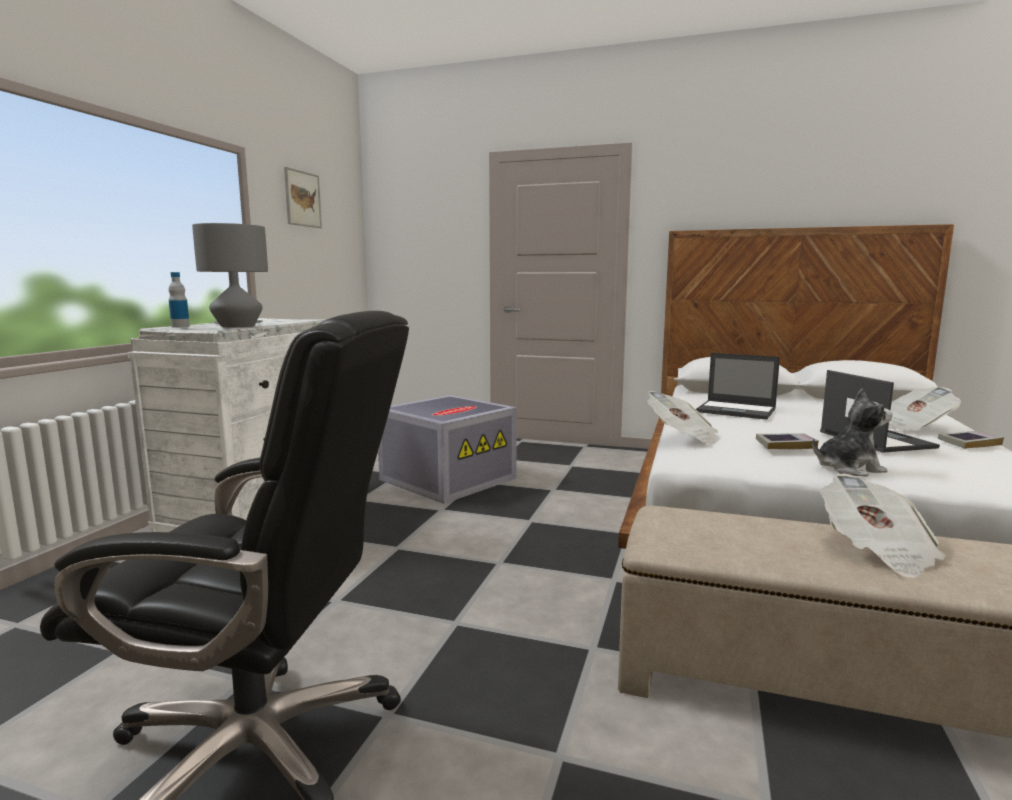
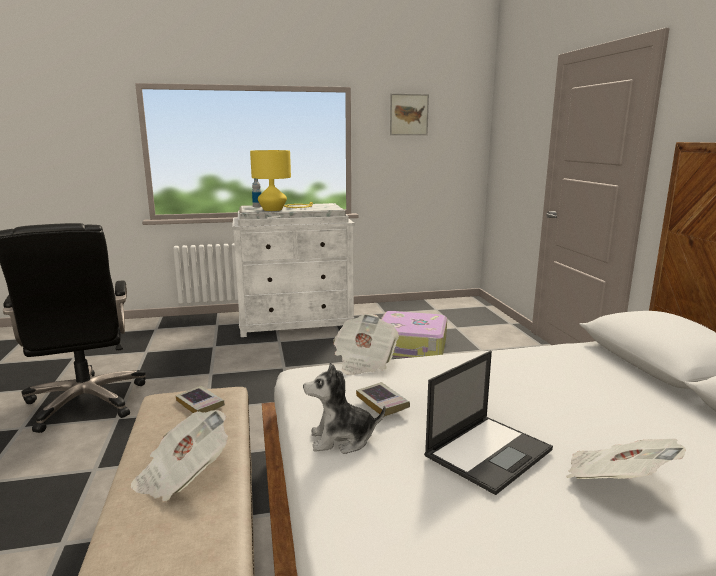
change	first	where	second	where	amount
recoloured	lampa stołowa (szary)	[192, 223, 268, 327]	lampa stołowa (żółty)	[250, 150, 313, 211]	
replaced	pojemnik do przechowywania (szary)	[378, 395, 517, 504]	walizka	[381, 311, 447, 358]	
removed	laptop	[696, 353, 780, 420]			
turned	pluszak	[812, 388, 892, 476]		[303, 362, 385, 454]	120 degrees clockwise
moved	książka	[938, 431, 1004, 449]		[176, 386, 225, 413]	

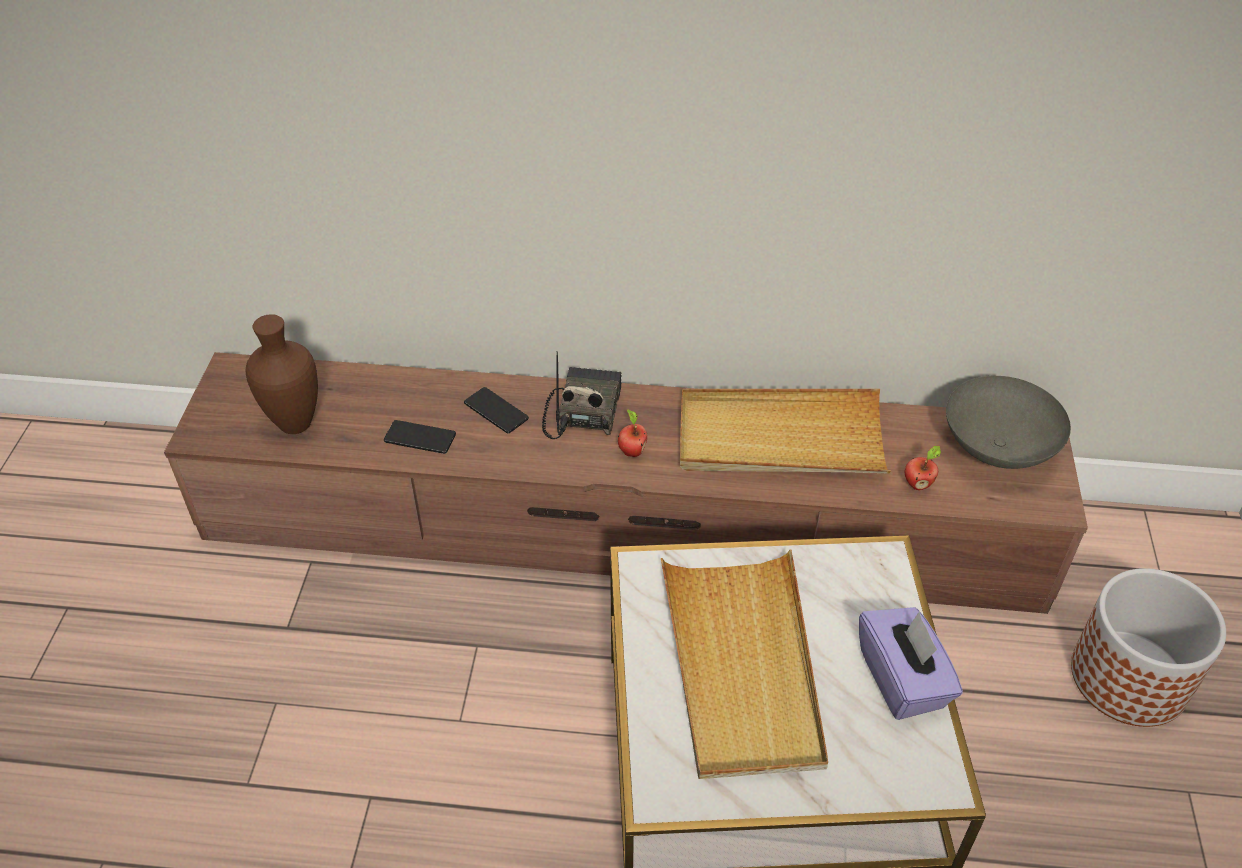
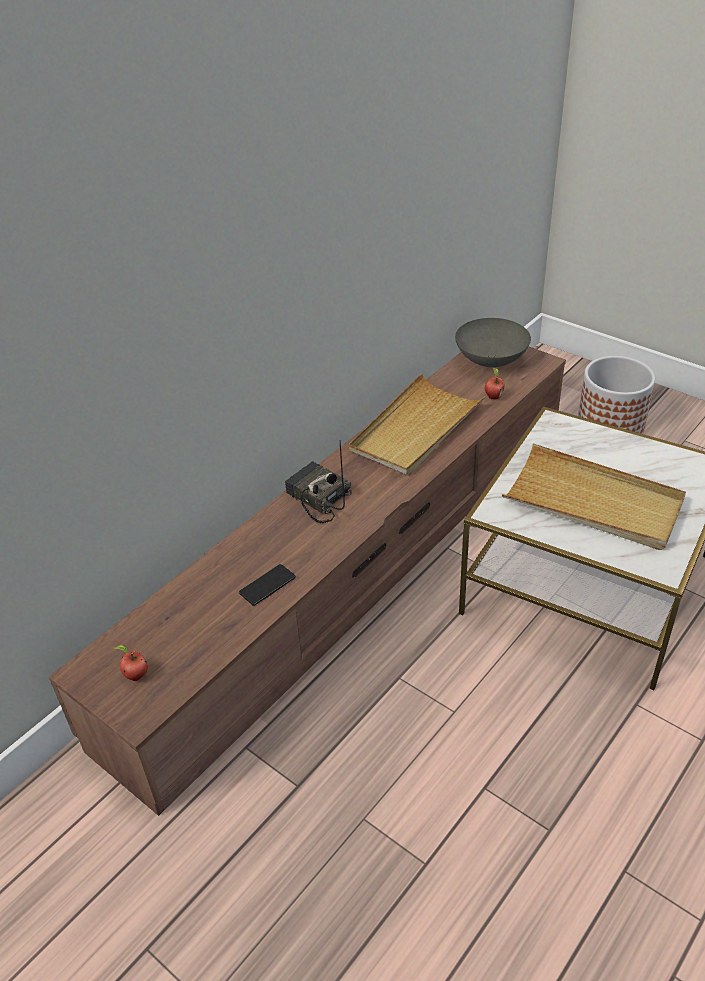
change	first	where	second	where	amount
removed	wazon (brązowy)	[246, 314, 318, 434]			
removed	telefon	[464, 387, 529, 433]			
moved	jabłko	[618, 409, 647, 457]		[114, 645, 148, 681]	
removed	pudełko chusteczek (fioletowy)	[859, 607, 963, 720]			

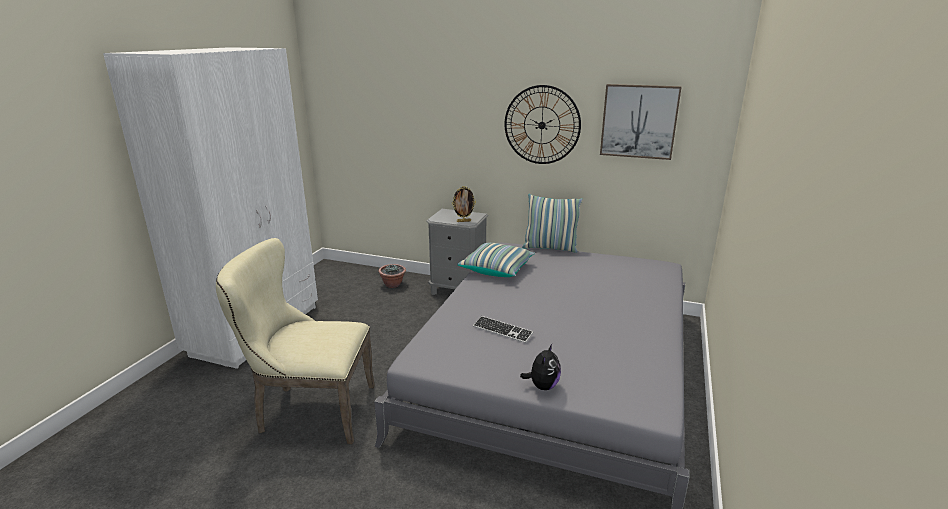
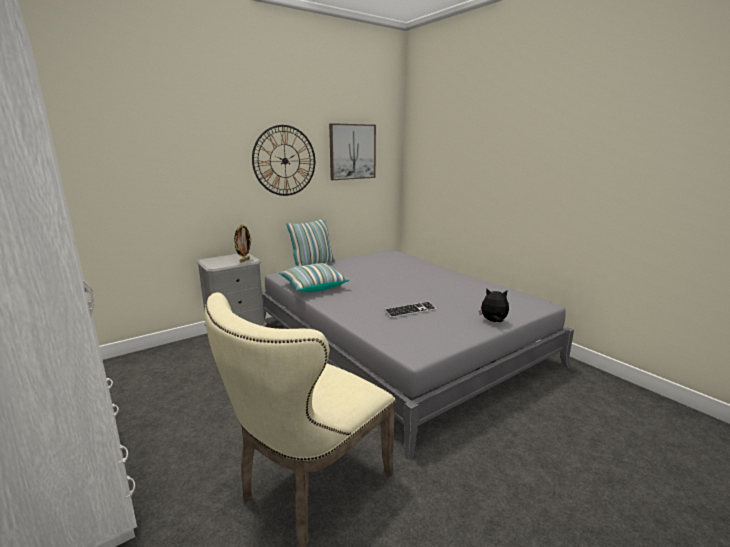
change	first	where	second	where	amount
removed	roślina doniczkowa	[378, 264, 406, 288]			
turned	pluszak	[520, 344, 561, 390]		[479, 289, 509, 322]	45 degrees counterclockwise

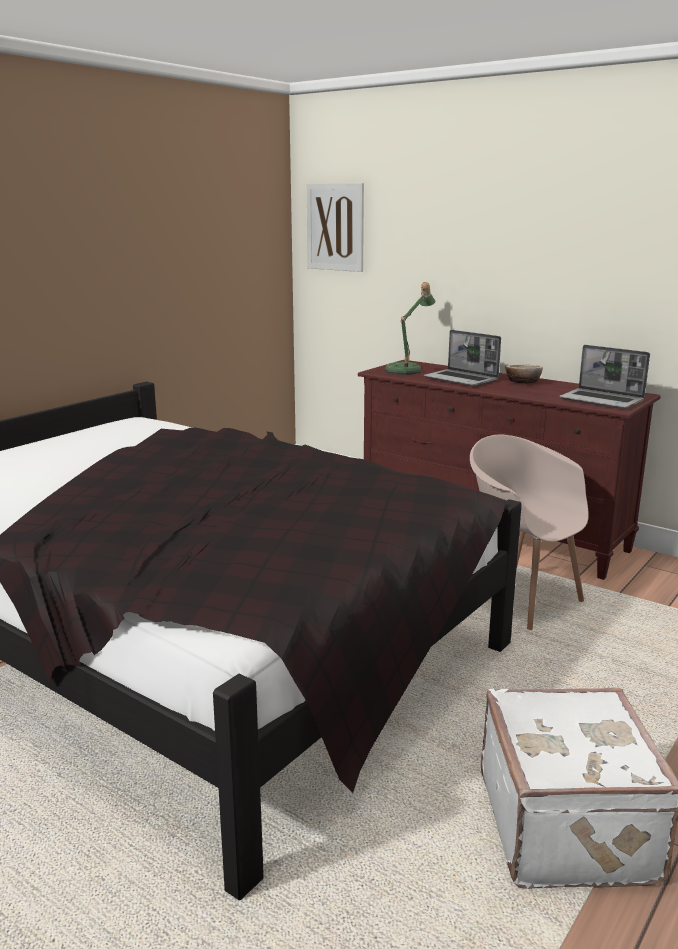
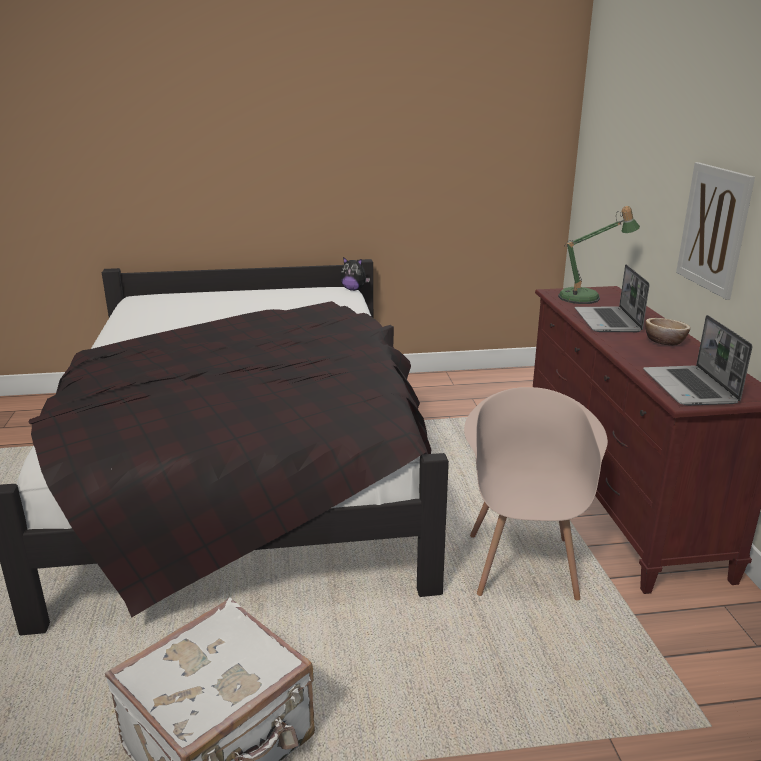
change	first	where	second	where	amount
moved	obraz	[307, 183, 364, 272]		[676, 162, 755, 300]	
added			pluszak	[340, 257, 370, 291]	

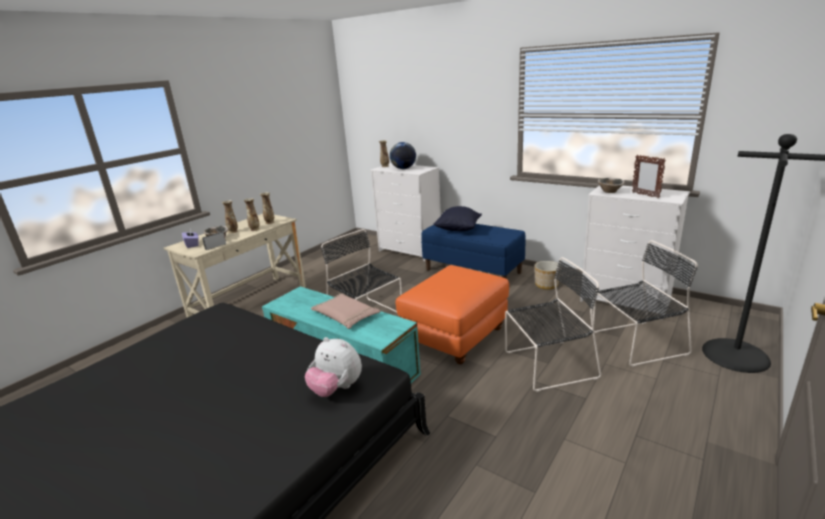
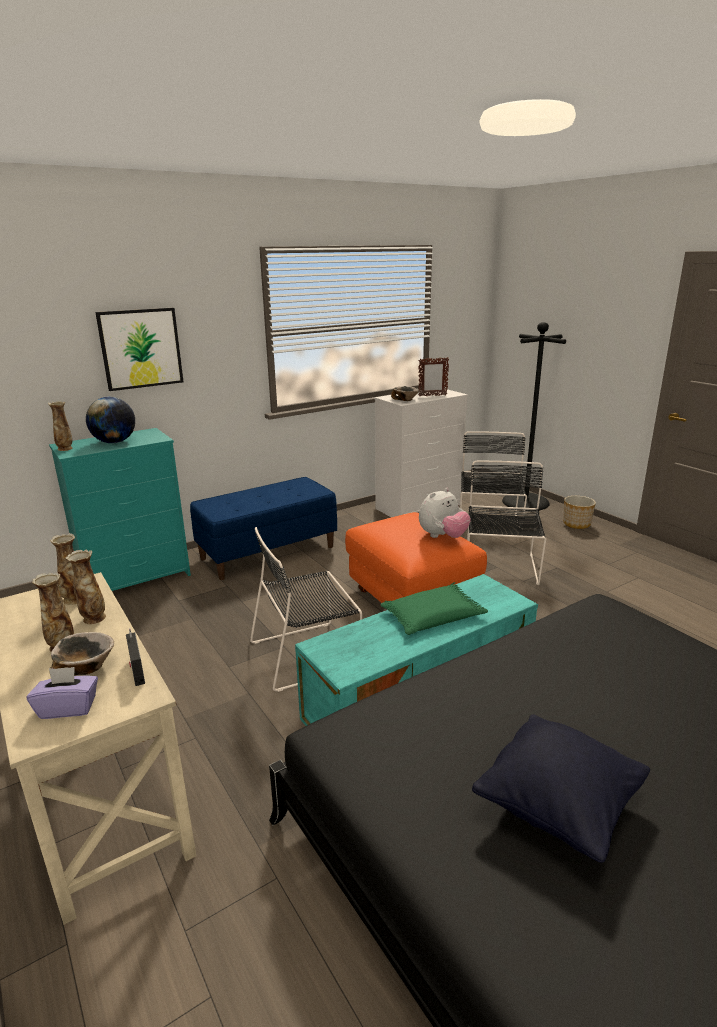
change	first	where	second	where	amount
moved	pluszak	[305, 337, 362, 397]		[419, 488, 471, 538]	
recoloured	poduszka (beżowy)	[311, 293, 381, 329]	poduszka (zielony)	[380, 582, 488, 635]	
recoloured	komoda (biały)	[370, 163, 441, 261]	komoda (turkusowy)	[49, 428, 191, 591]	
moved	poduszka (czarny)	[433, 206, 482, 231]		[472, 714, 650, 863]	
moved	donica	[535, 261, 561, 290]		[563, 496, 596, 529]	
added			obraz	[95, 308, 183, 391]	

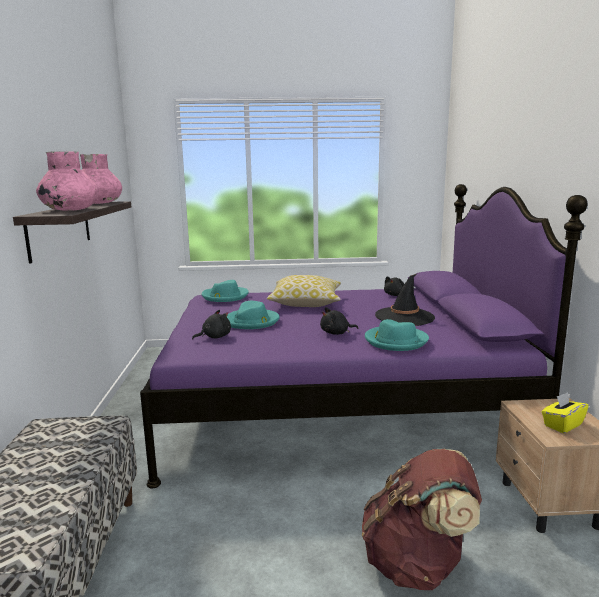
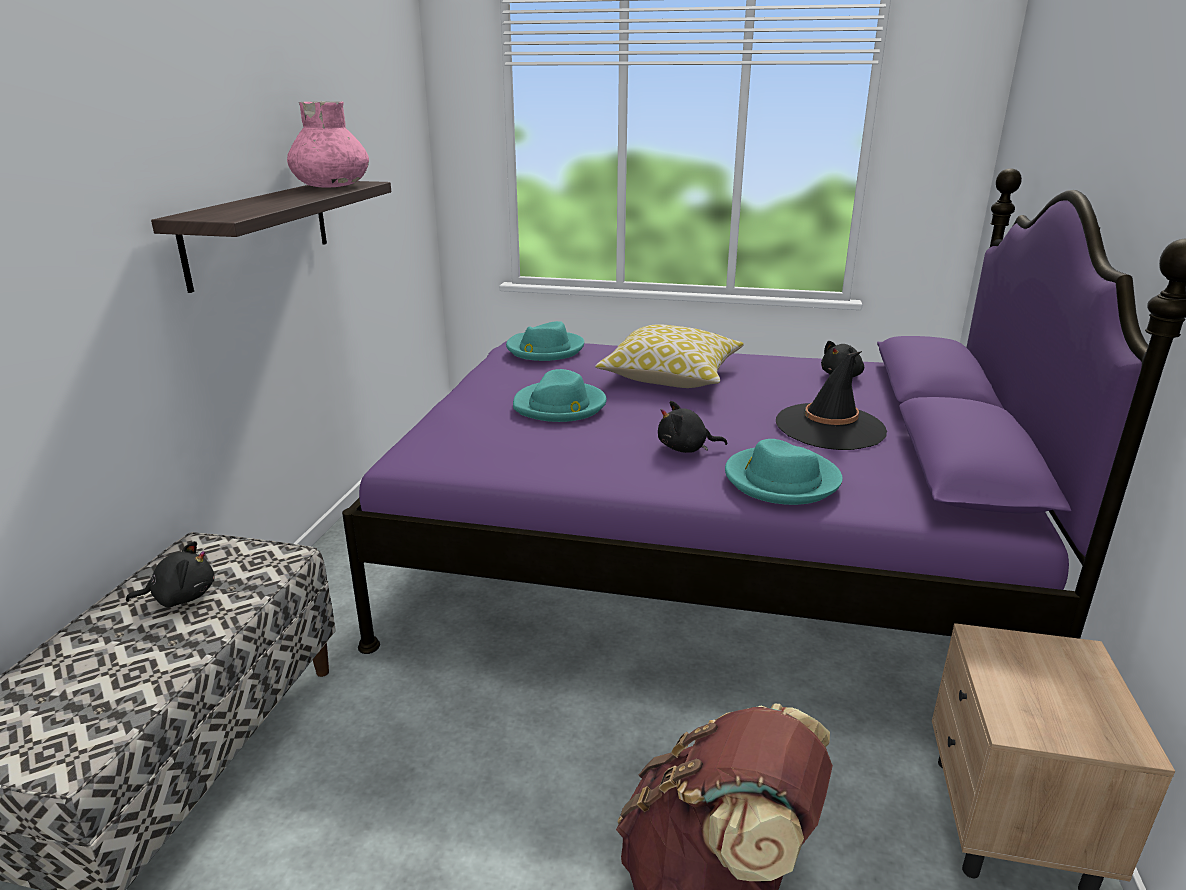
change	first	where	second	where	amount
removed	wazon (różowy)	[36, 151, 98, 211]			
moved	pluszak (czarny)	[192, 310, 231, 340]		[126, 541, 215, 607]	
removed	pudełko chusteczek (żółty)	[542, 392, 589, 433]			

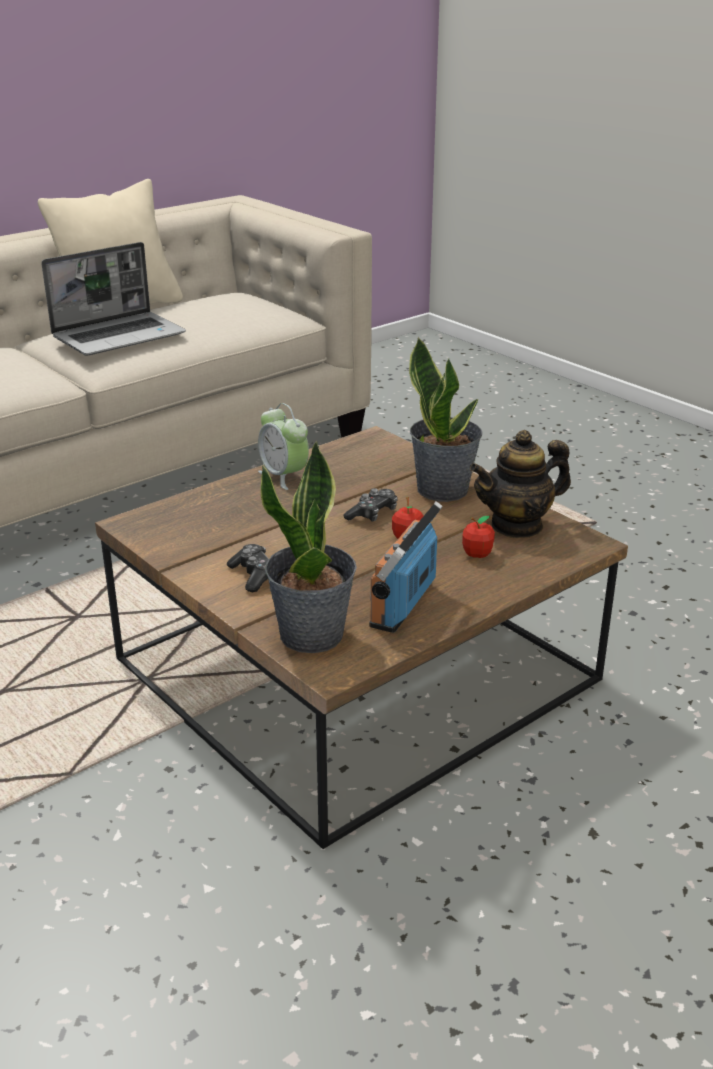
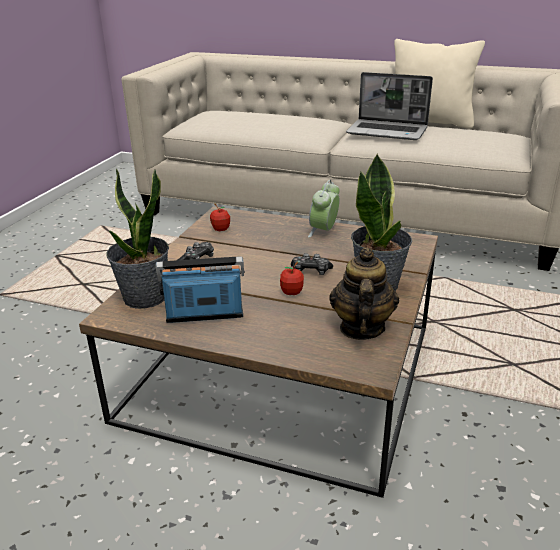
change	first	where	second	where	amount
moved	jabłko	[462, 515, 495, 558]		[210, 203, 230, 231]	
turned	imbryk	[470, 430, 571, 538]		[329, 247, 399, 340]	60 degrees clockwise

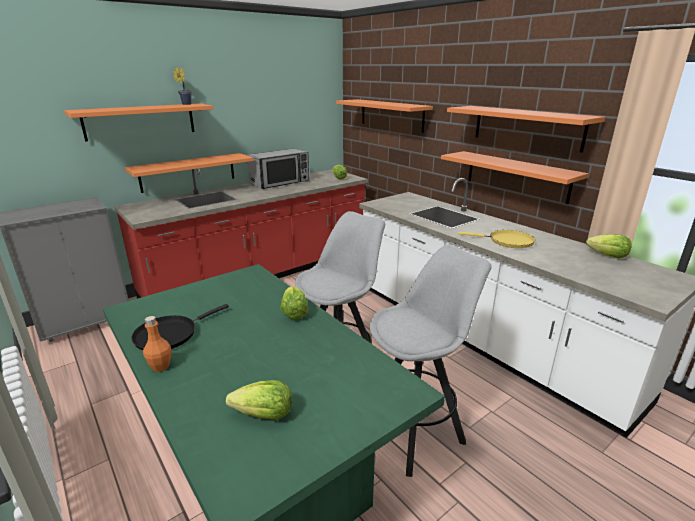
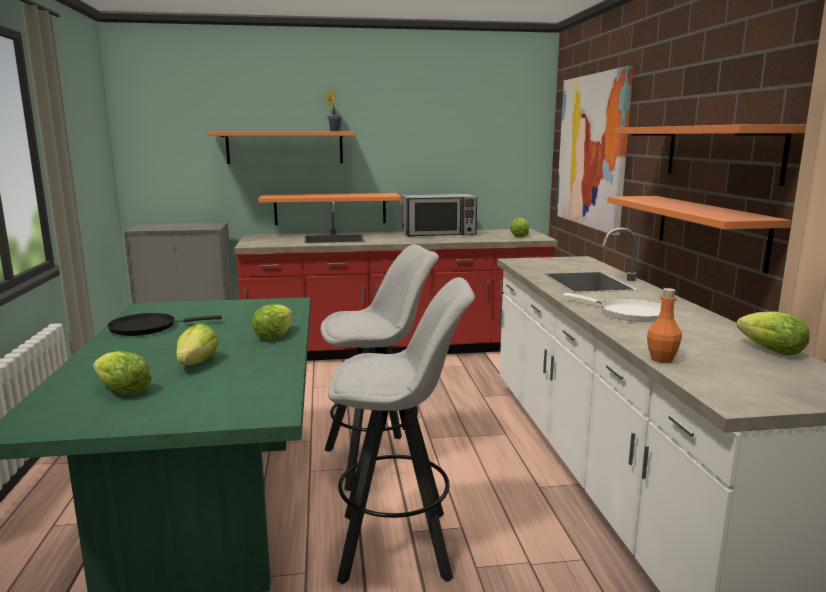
change	first	where	second	where	amount
moved	butelka (pomarańczowy)	[143, 316, 171, 372]		[647, 288, 682, 363]	
replaced	półka (pomarańczowy)	[336, 99, 433, 133]	obraz	[556, 66, 633, 235]	
recoloured	patelnia (żółty)	[458, 230, 535, 248]	patelnia (biały)	[563, 293, 661, 322]	
added			sałata	[176, 323, 219, 365]	

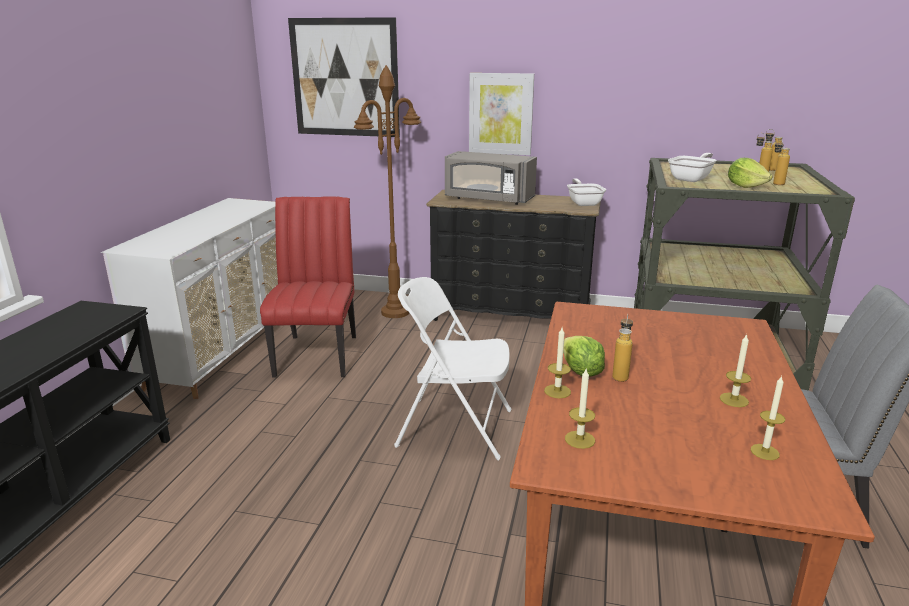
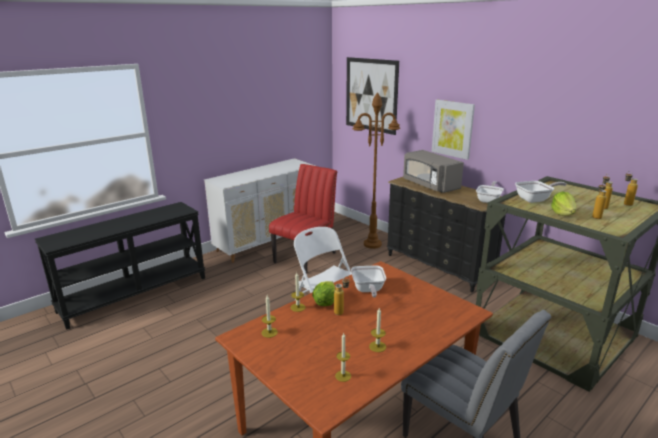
change	first	where	second	where	amount
added			patelnia	[351, 265, 386, 298]	

